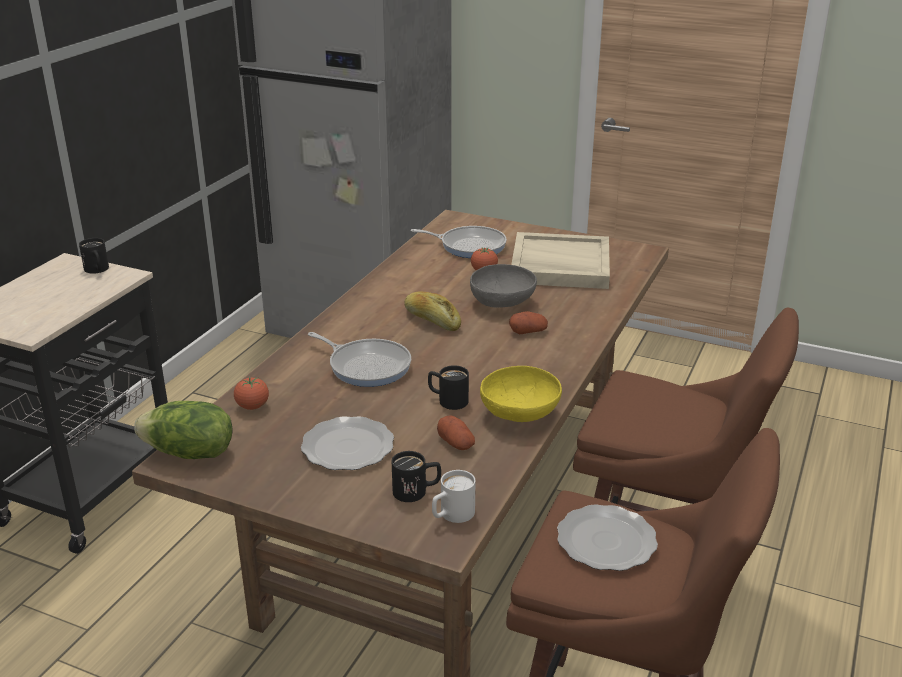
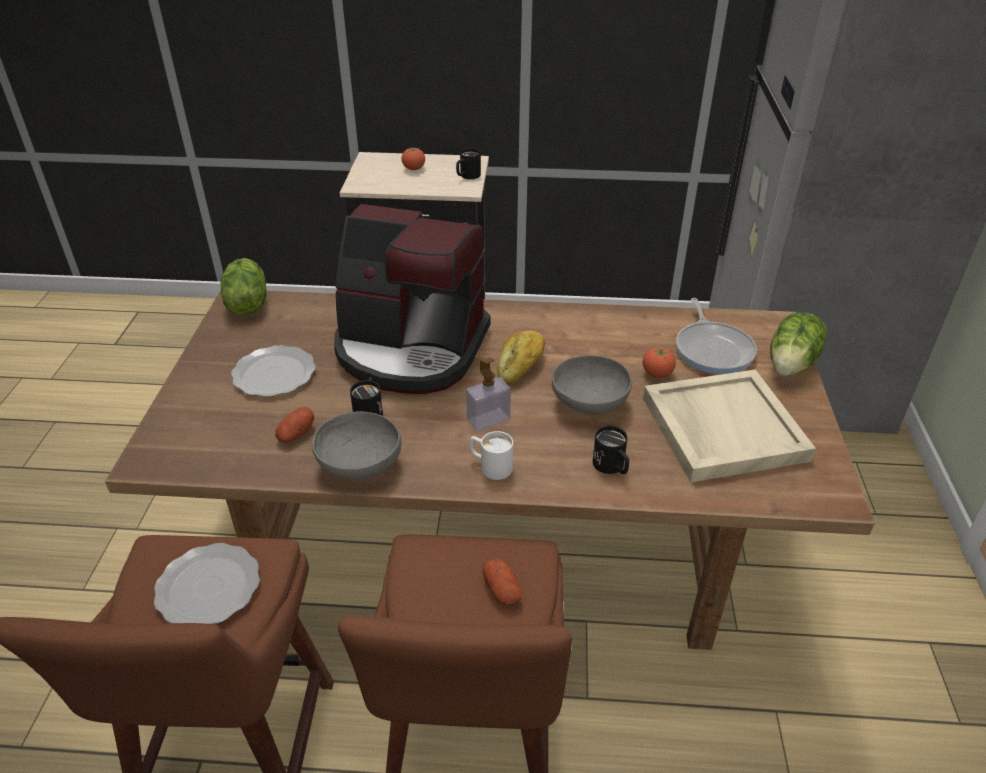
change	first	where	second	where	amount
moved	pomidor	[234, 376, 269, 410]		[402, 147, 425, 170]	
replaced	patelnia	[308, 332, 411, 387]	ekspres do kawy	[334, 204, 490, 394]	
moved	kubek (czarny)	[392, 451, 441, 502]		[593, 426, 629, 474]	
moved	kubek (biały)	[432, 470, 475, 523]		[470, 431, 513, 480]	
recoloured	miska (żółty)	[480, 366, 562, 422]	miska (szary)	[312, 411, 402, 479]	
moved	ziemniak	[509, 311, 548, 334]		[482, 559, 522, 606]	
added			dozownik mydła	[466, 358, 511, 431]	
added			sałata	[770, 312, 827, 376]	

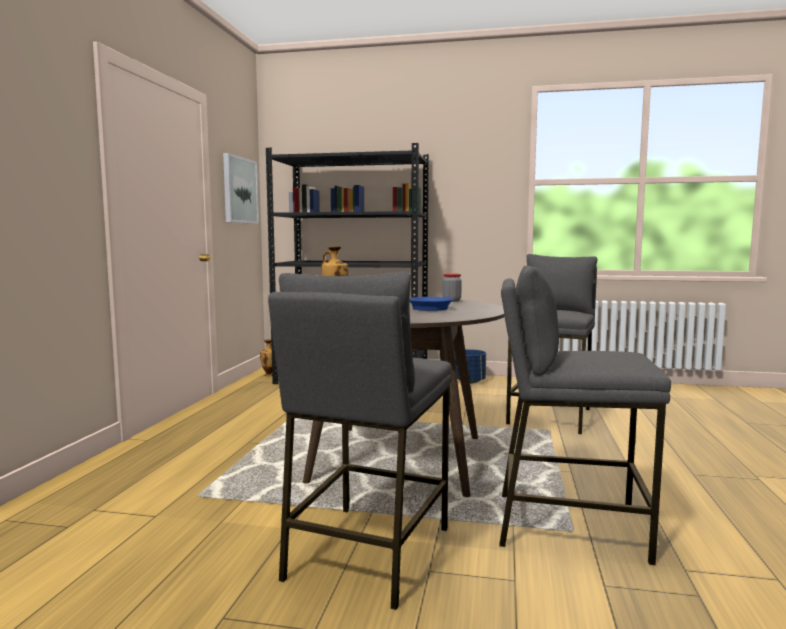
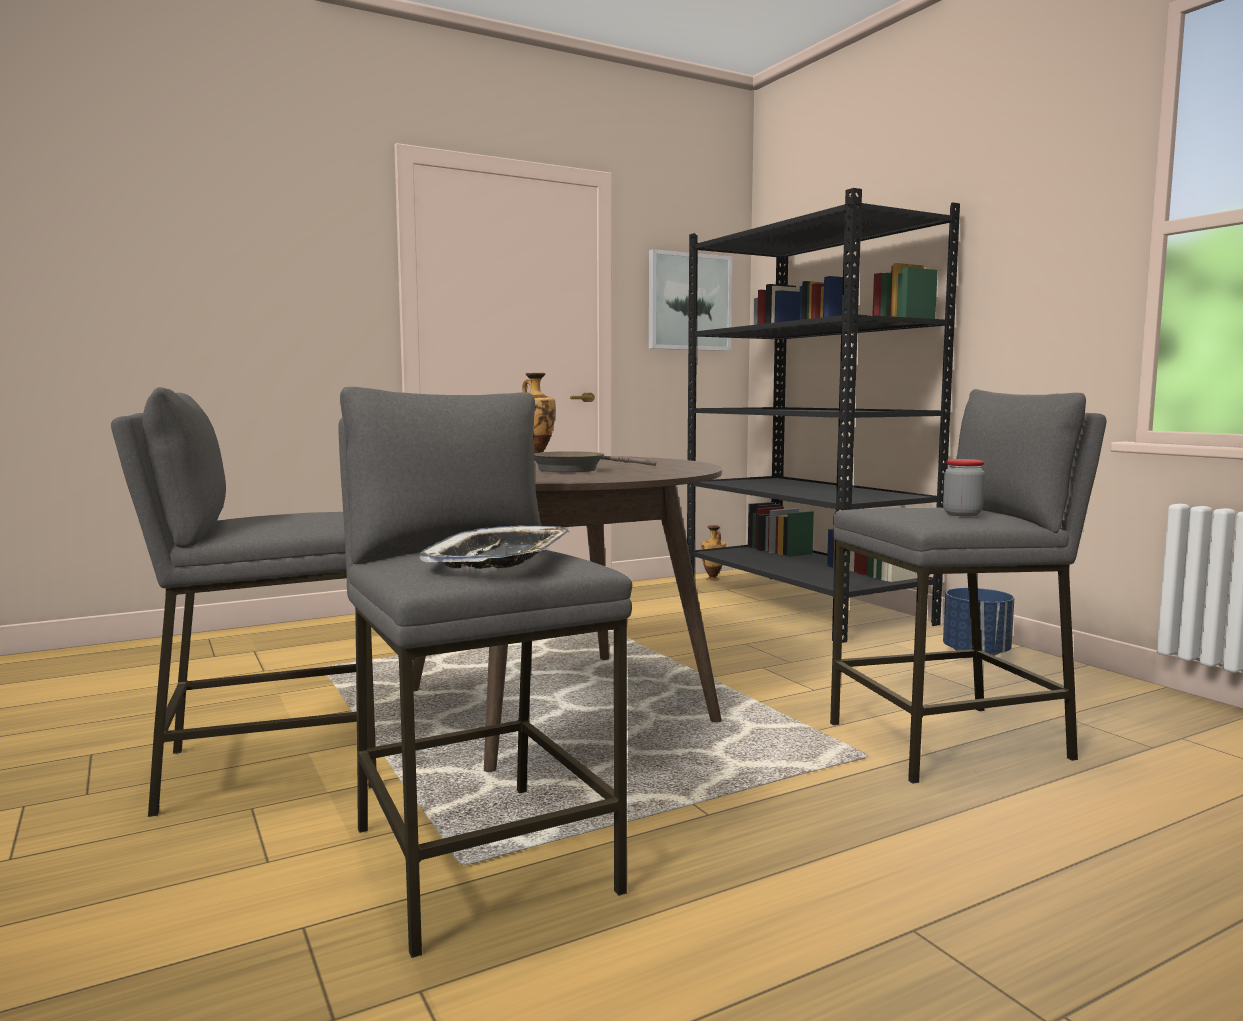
change	first	where	second	where	amount
recoloured	patelnia (niebieski)	[409, 297, 454, 311]	patelnia (brązowy)	[534, 451, 656, 472]	
moved	słoik	[443, 273, 462, 302]		[943, 459, 985, 516]	
added			taca	[420, 526, 570, 569]	

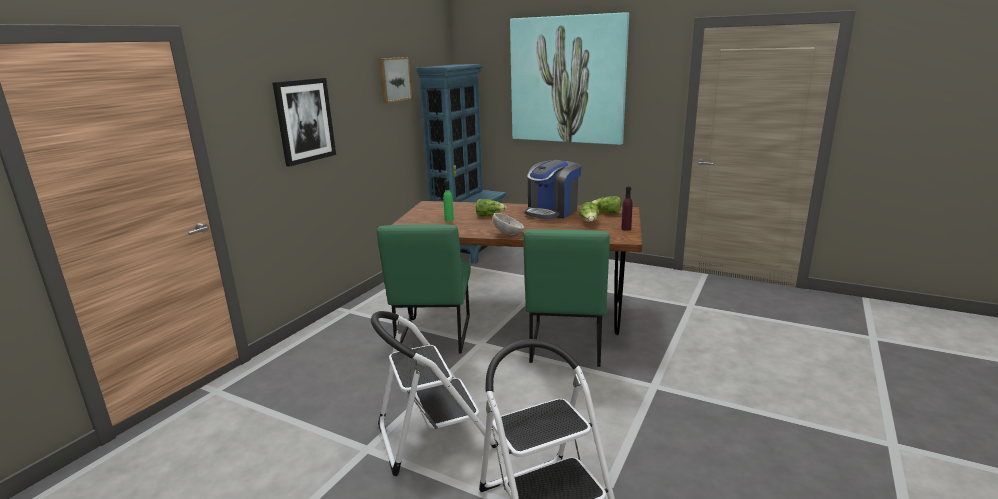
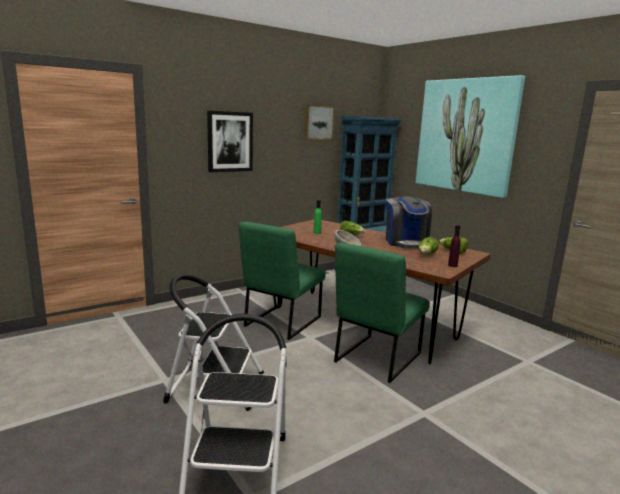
change	first	where	second	where	amount
turned	ekspres do kawy	[525, 160, 582, 219]		[386, 196, 432, 248]	75 degrees counterclockwise

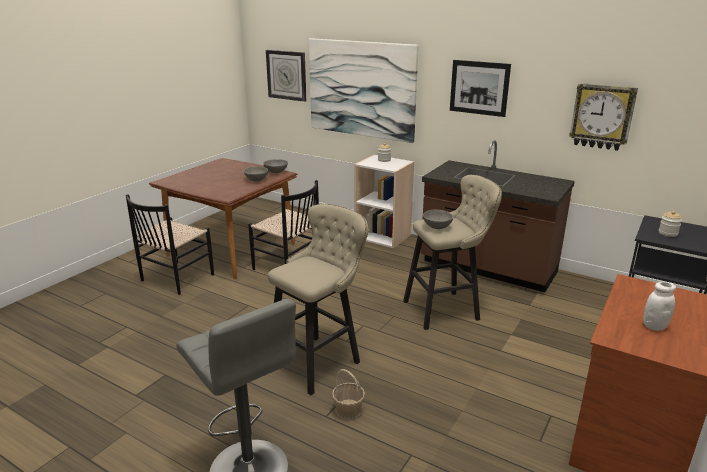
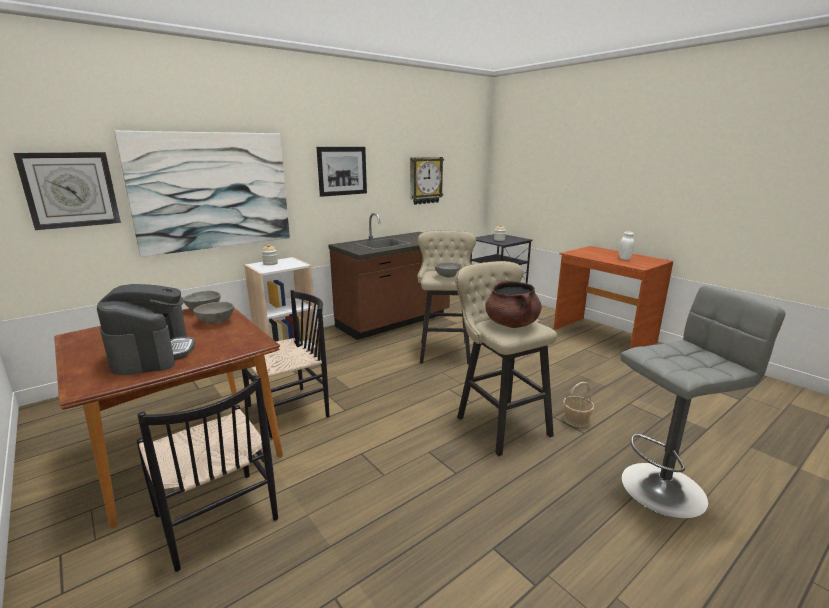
change	first	where	second	where	amount
added			ekspres do kawy	[97, 284, 195, 375]	
added			garnek (brązowy)	[485, 280, 541, 328]	

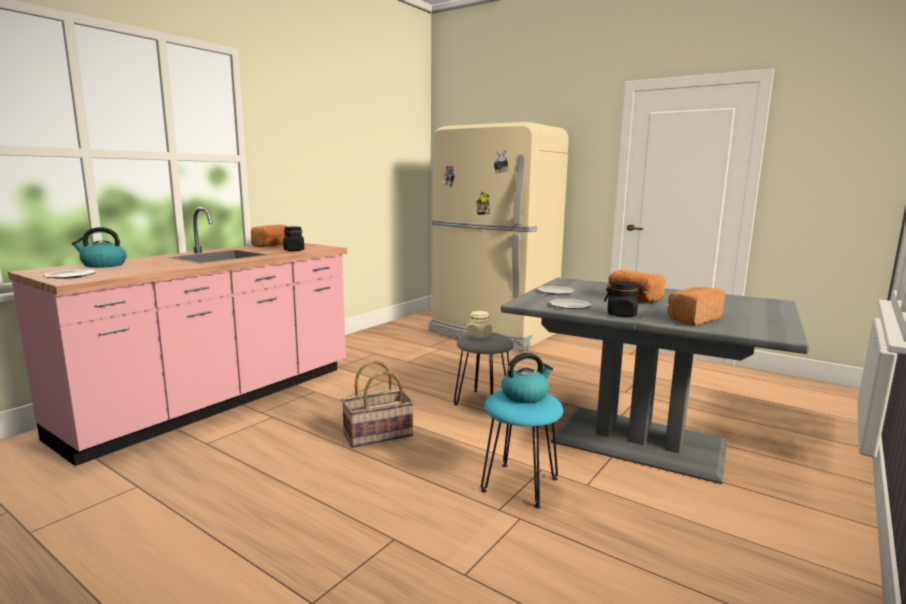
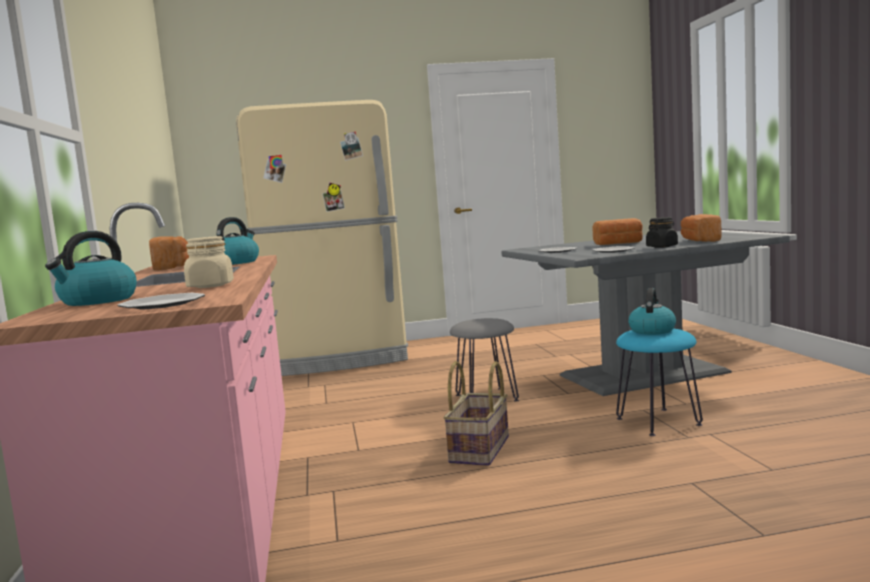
change	first	where	second	where	amount
replaced	słoik (czarny)	[283, 227, 304, 251]	czajnik	[217, 217, 259, 265]	
moved	słoik (beżowy)	[466, 311, 492, 338]		[184, 236, 234, 288]	

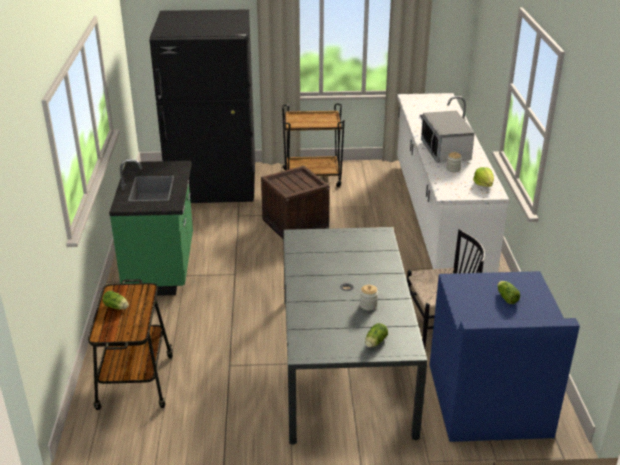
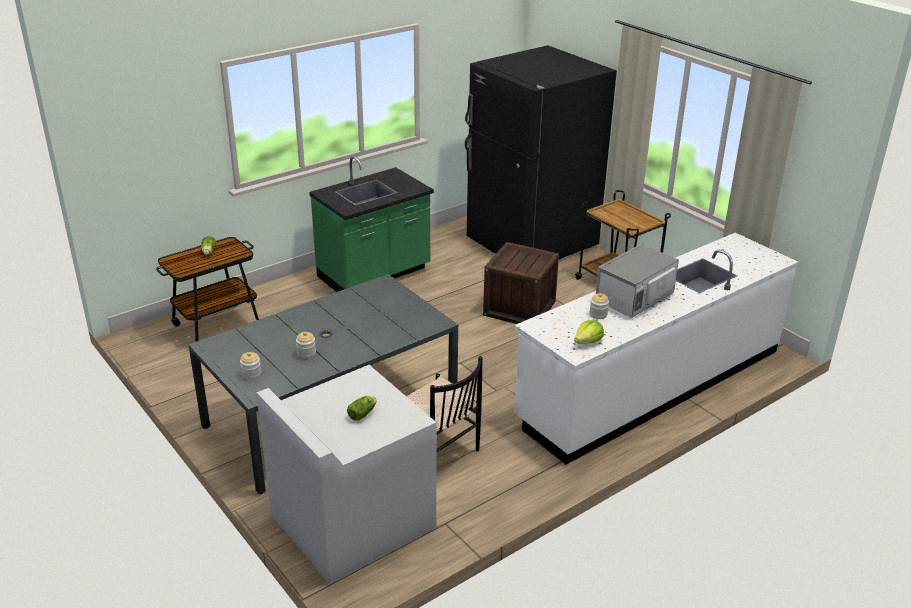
change	first	where	second	where	amount
replaced	sałata	[365, 323, 388, 348]	słoik	[240, 352, 261, 380]	
recoloured	pralka (niebieski)	[430, 271, 580, 442]	pralka (biały)	[256, 365, 437, 585]	

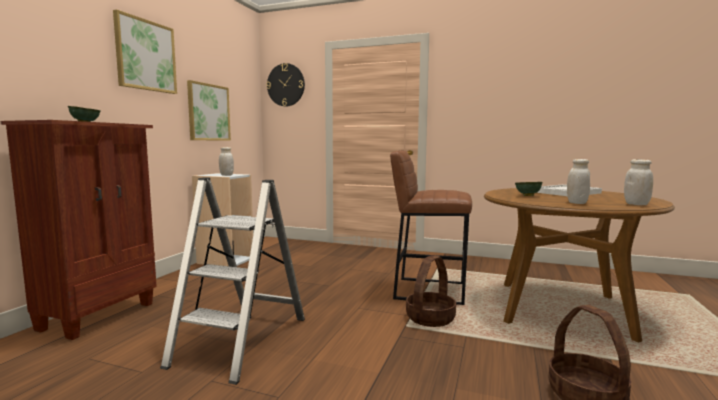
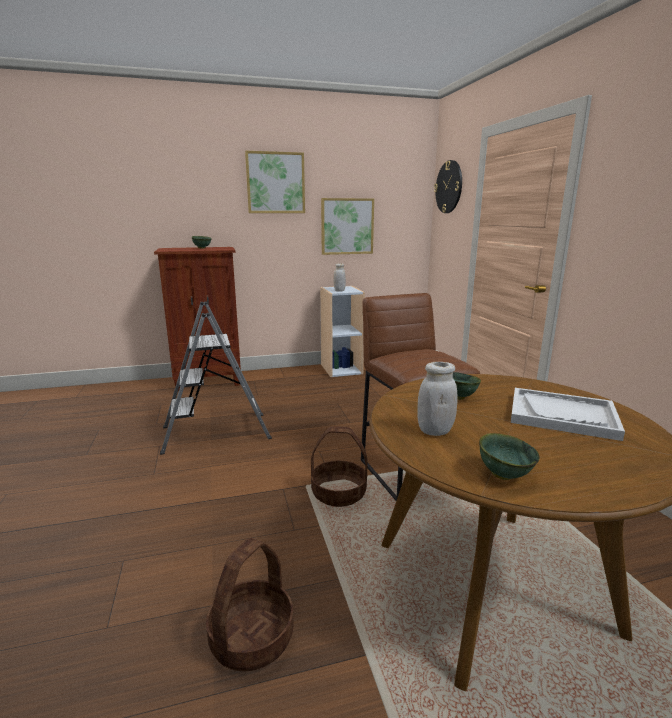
change	first	where	second	where	amount
replaced	słoik (biały)	[624, 159, 653, 205]	miska (zielony)	[479, 433, 539, 480]	

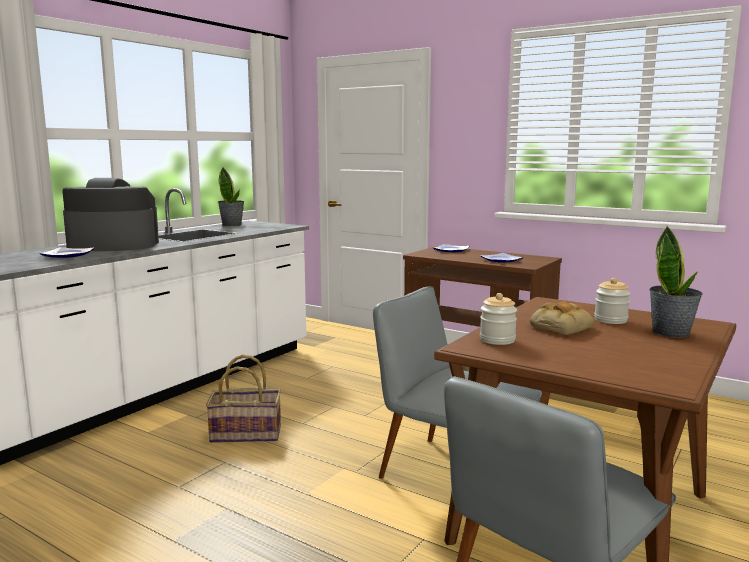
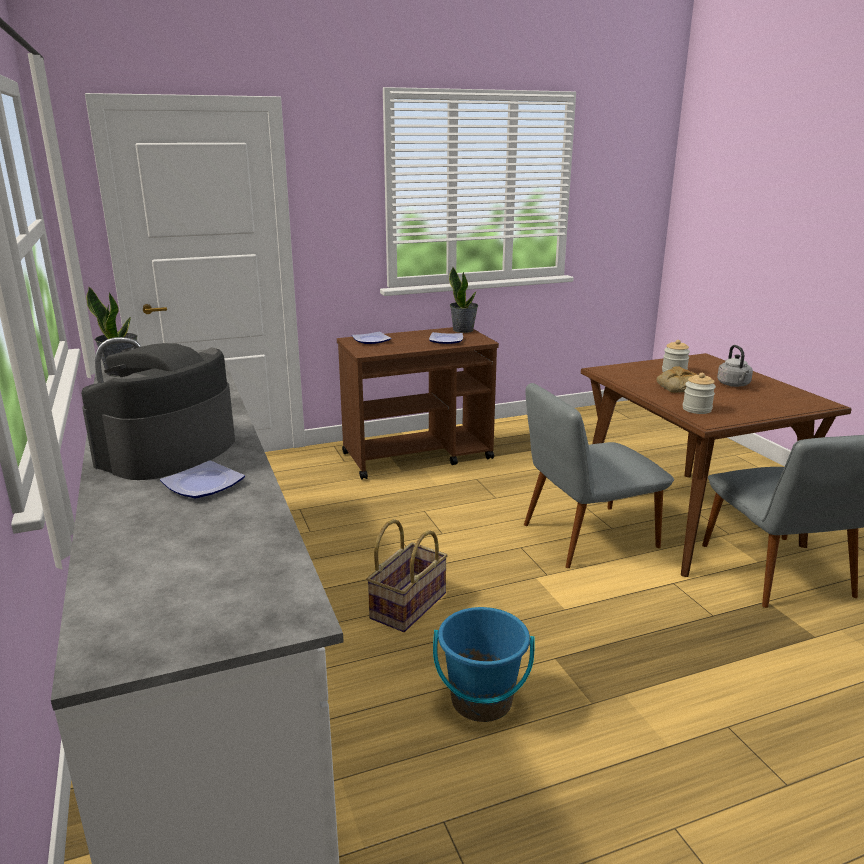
change	first	where	second	where	amount
moved	roślina doniczkowa	[649, 225, 703, 338]		[449, 267, 478, 333]	
added			wiadro (niebieski)	[433, 607, 535, 722]	
added			czajnik (szary)	[717, 345, 753, 387]	

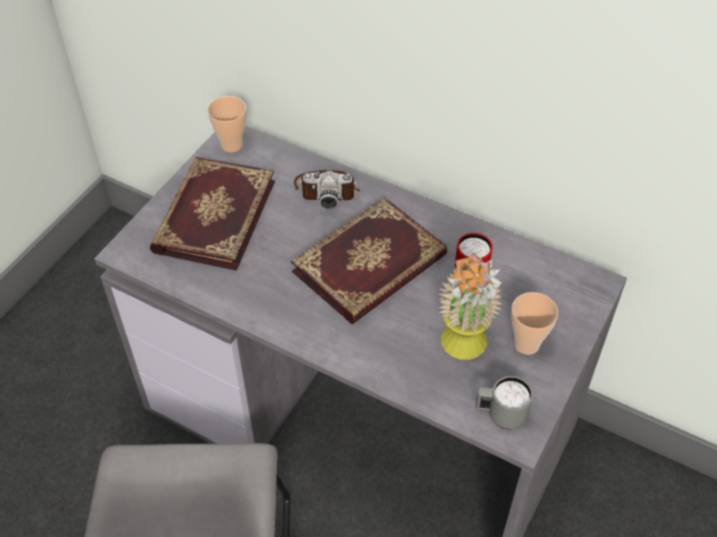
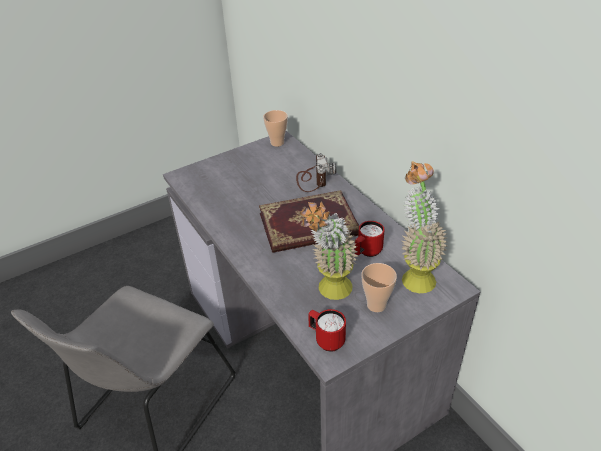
change	first	where	second	where	amount
removed	książka	[150, 157, 275, 271]			
turned	aparat fotograficzny	[294, 170, 360, 209]		[296, 153, 336, 192]	120 degrees counterclockwise
recoloured	kubek (szary)	[476, 376, 533, 429]	kubek (czerwony)	[308, 309, 346, 352]	
added			roślina doniczkowa	[402, 161, 447, 293]	

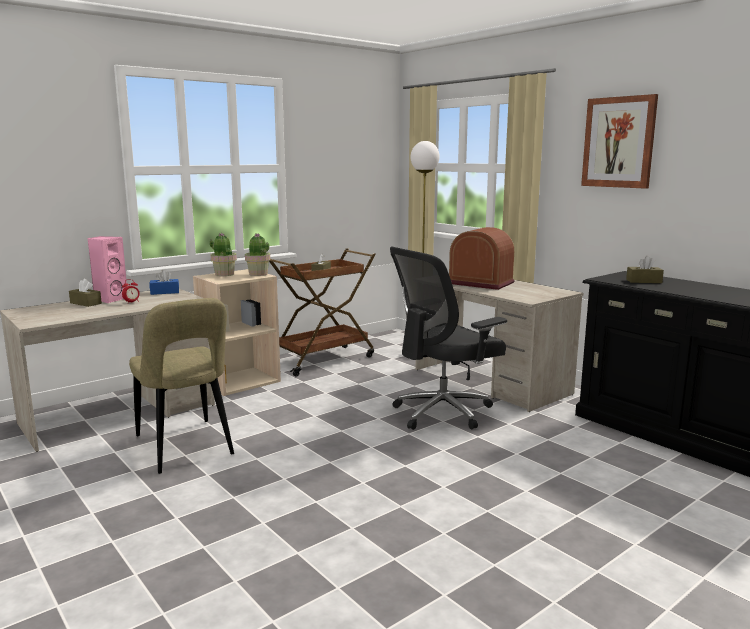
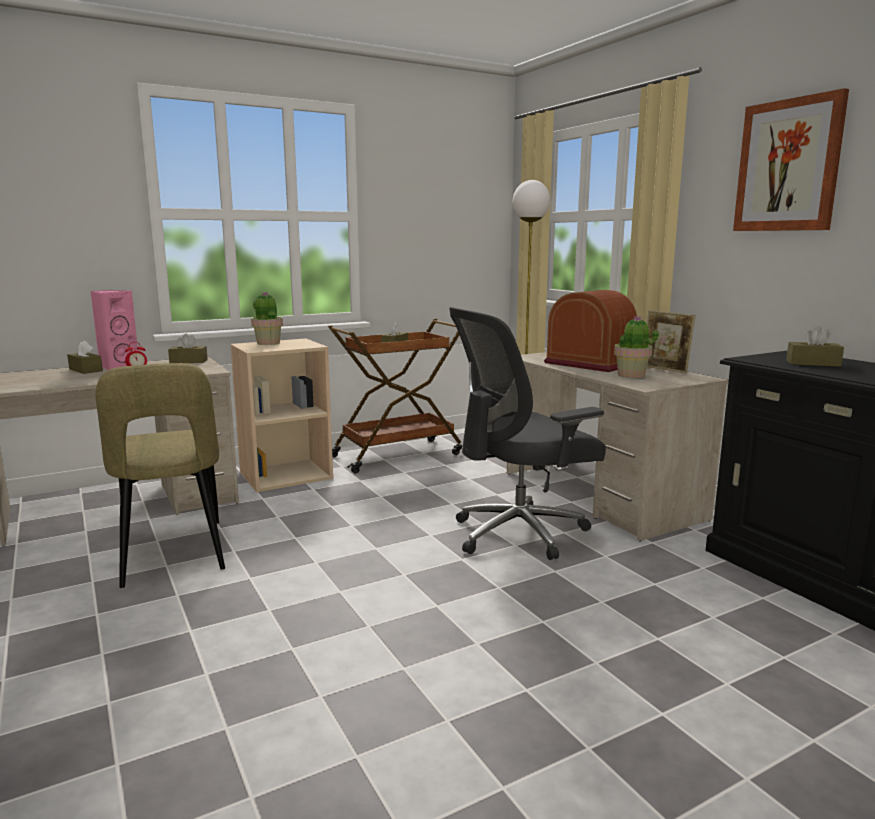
change	first	where	second	where	amount
recoloured	pudełko chusteczek (niebieski)	[149, 270, 179, 295]	pudełko chusteczek (brązowy)	[168, 334, 208, 363]	
moved	roślina doniczkowa	[245, 233, 270, 276]		[614, 316, 659, 378]	
added			ramka na zdjęcie	[647, 310, 696, 373]	

